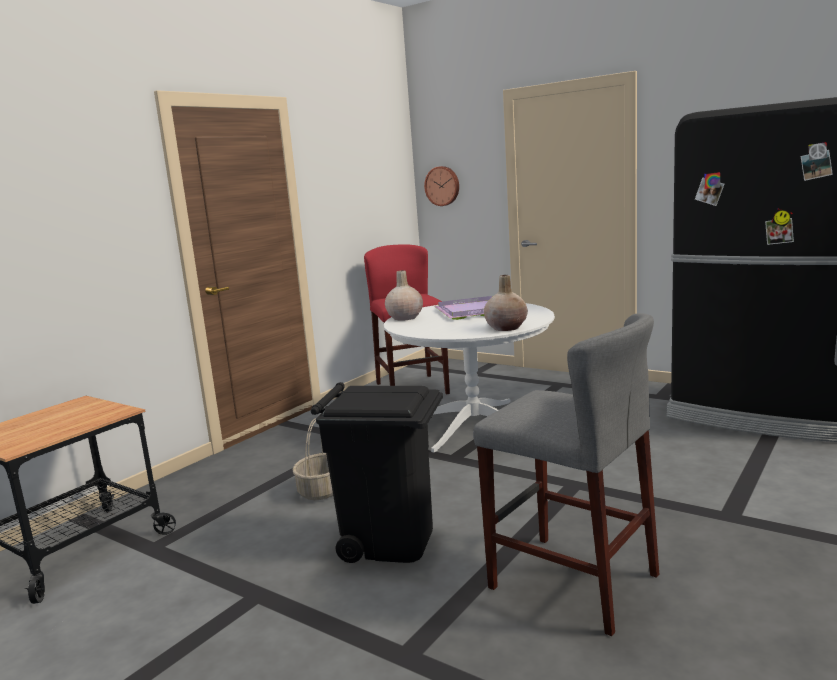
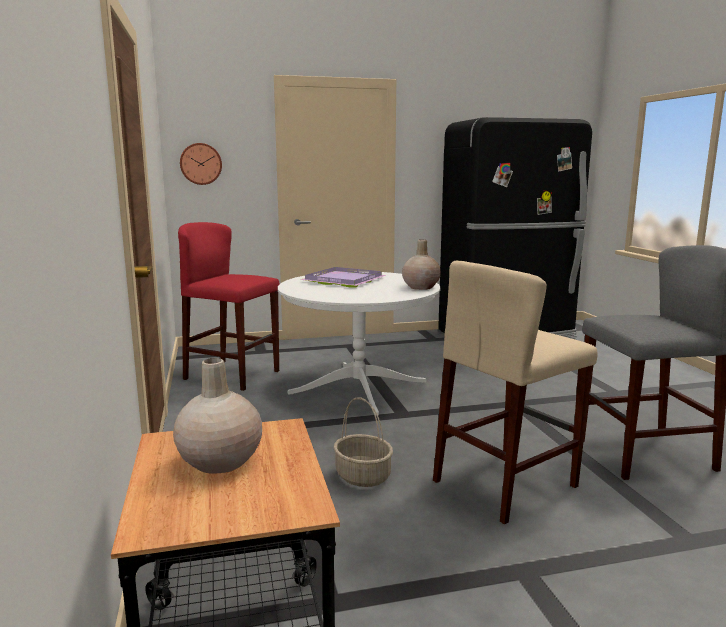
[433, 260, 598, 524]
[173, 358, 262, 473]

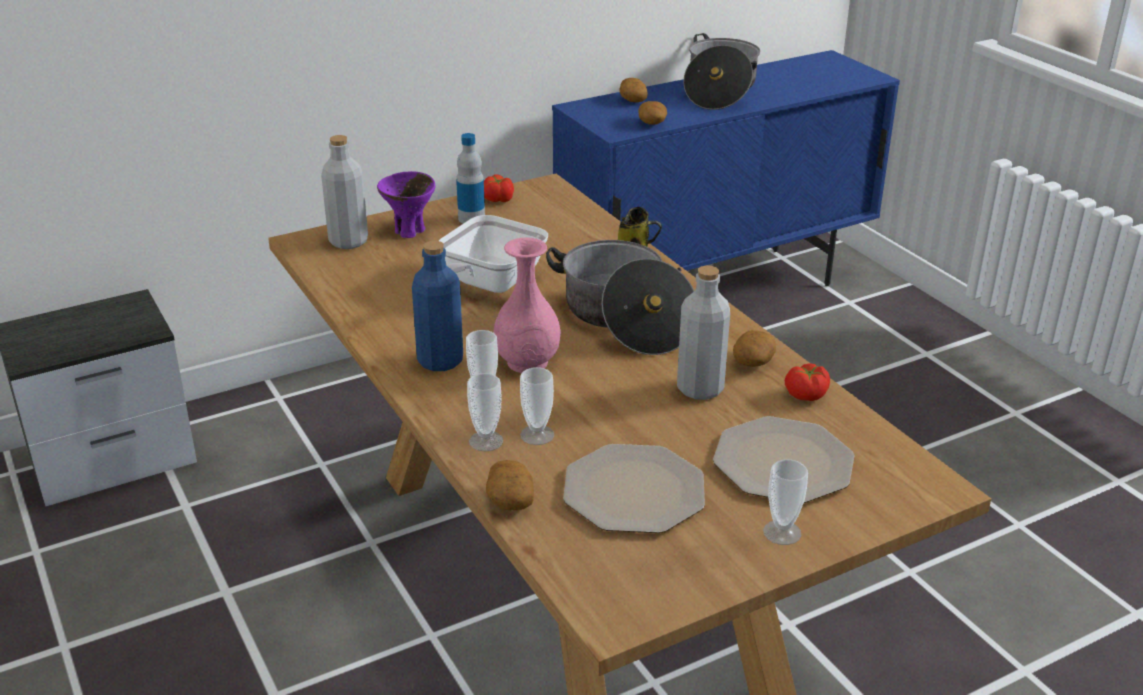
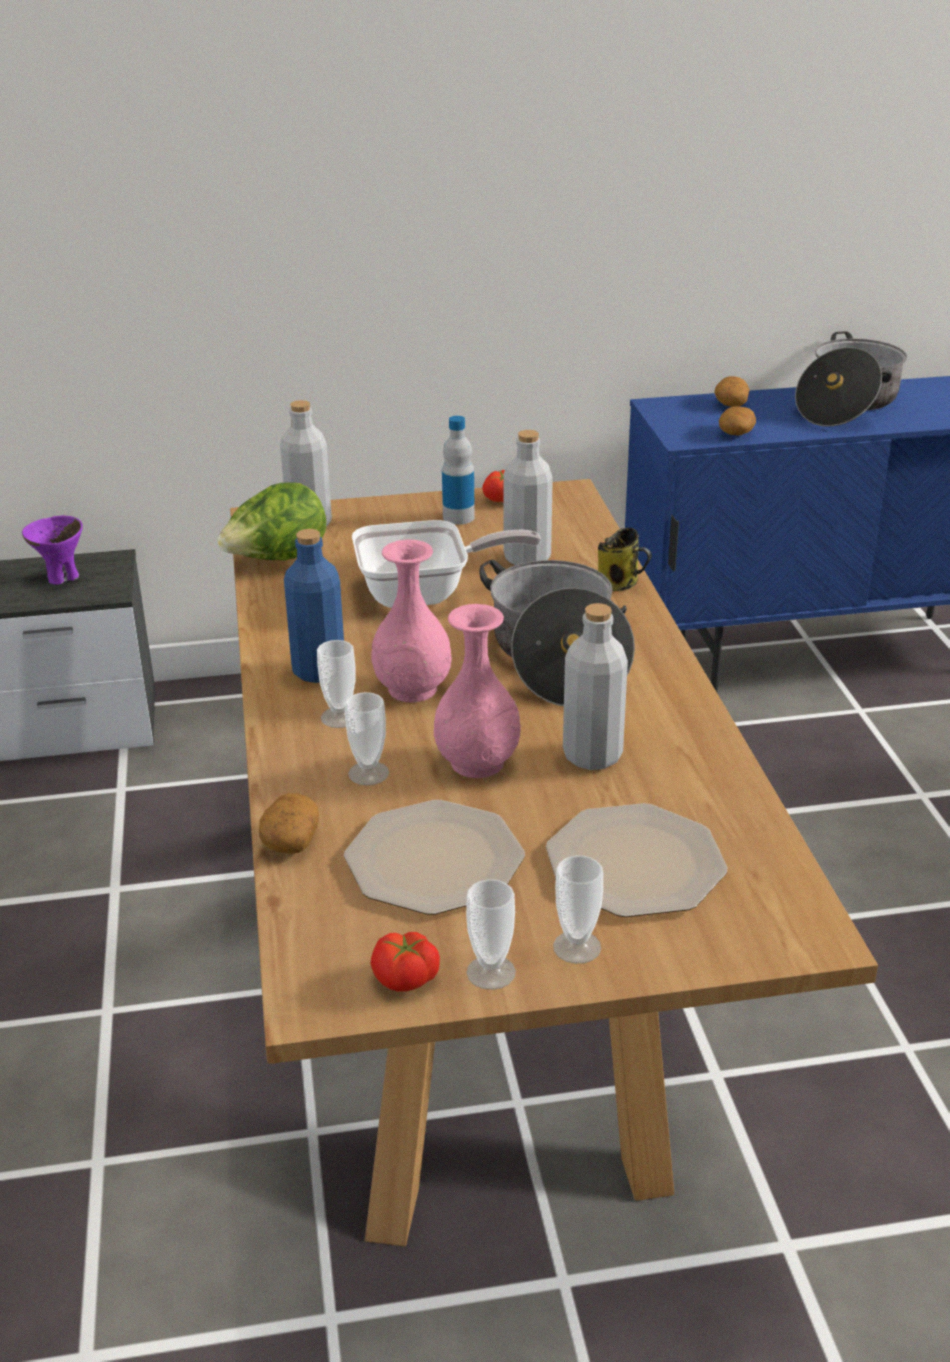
[22, 515, 83, 585]
[352, 520, 541, 608]
[466, 879, 516, 990]
[733, 330, 776, 367] (first image)
[370, 932, 440, 991]
[217, 482, 326, 560]
[434, 604, 521, 778]
[504, 430, 553, 565]

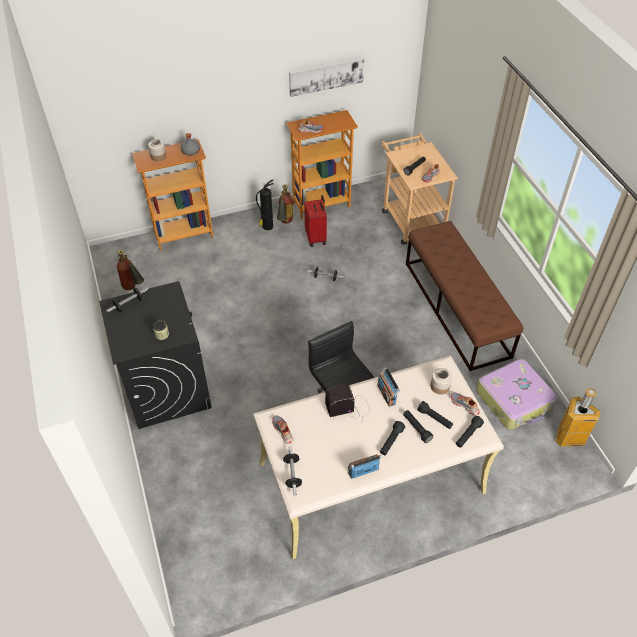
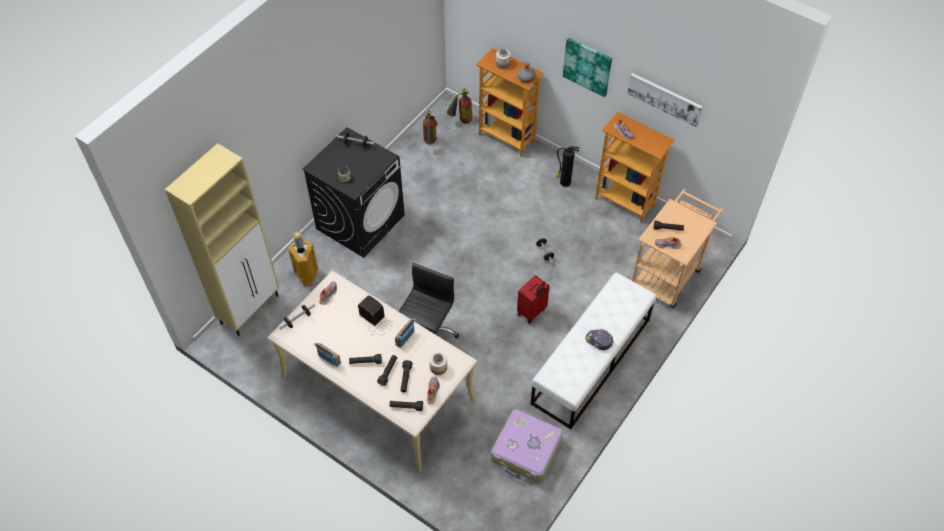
[447, 88, 472, 124]
[517, 275, 550, 324]
[531, 273, 657, 429]
[288, 232, 318, 286]
[165, 143, 279, 336]
[563, 38, 612, 97]
[585, 329, 614, 350]

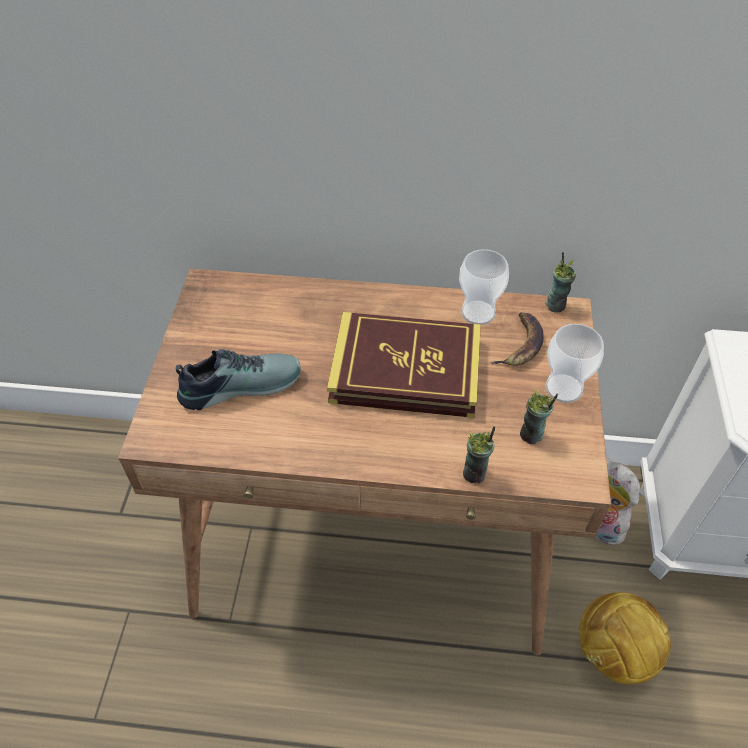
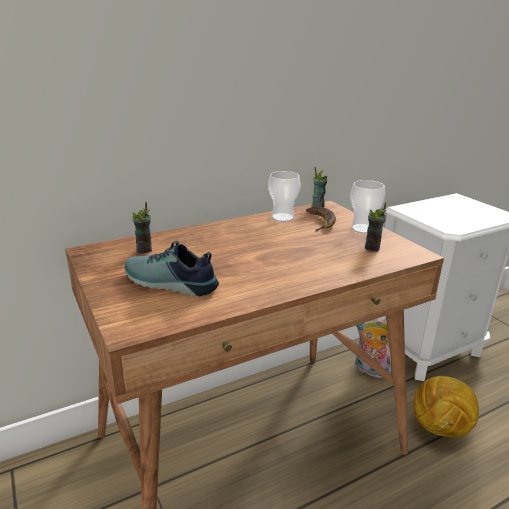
[125, 241, 219, 296]
[327, 312, 481, 418] (first image)
[132, 202, 152, 254]

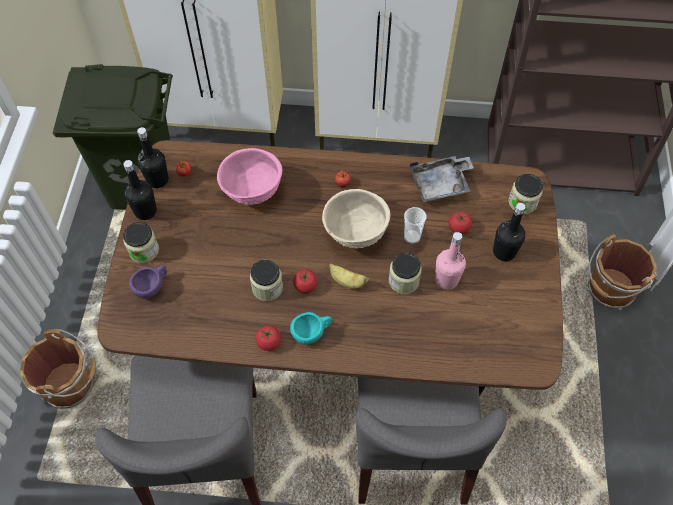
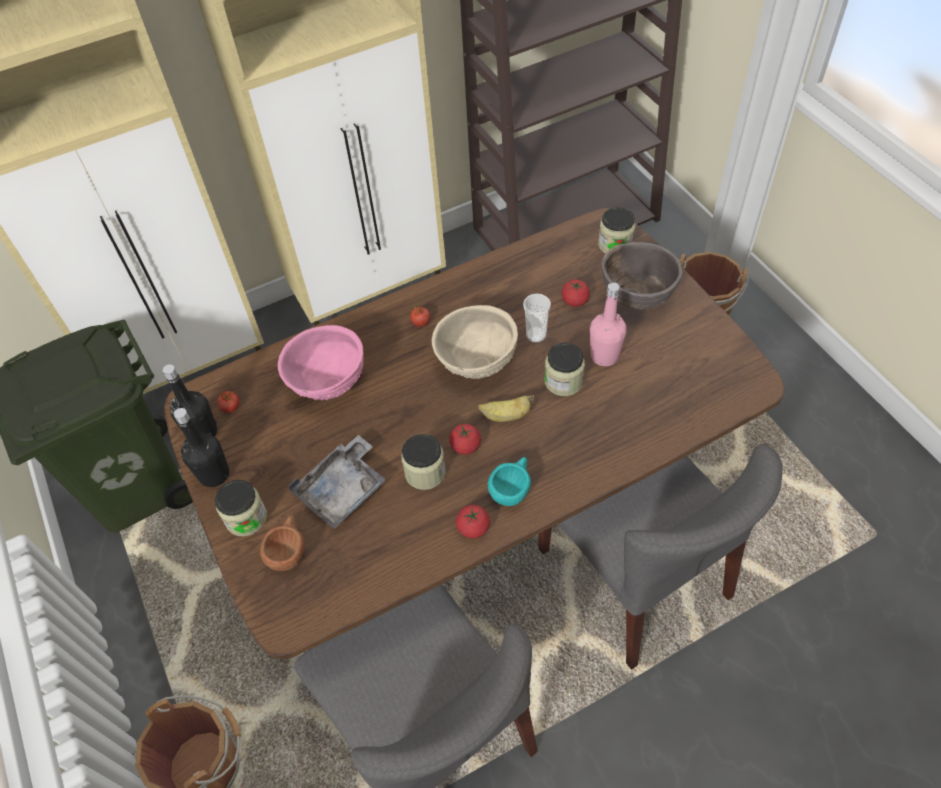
[260, 515, 304, 571]
[289, 435, 386, 529]
[602, 242, 683, 310]

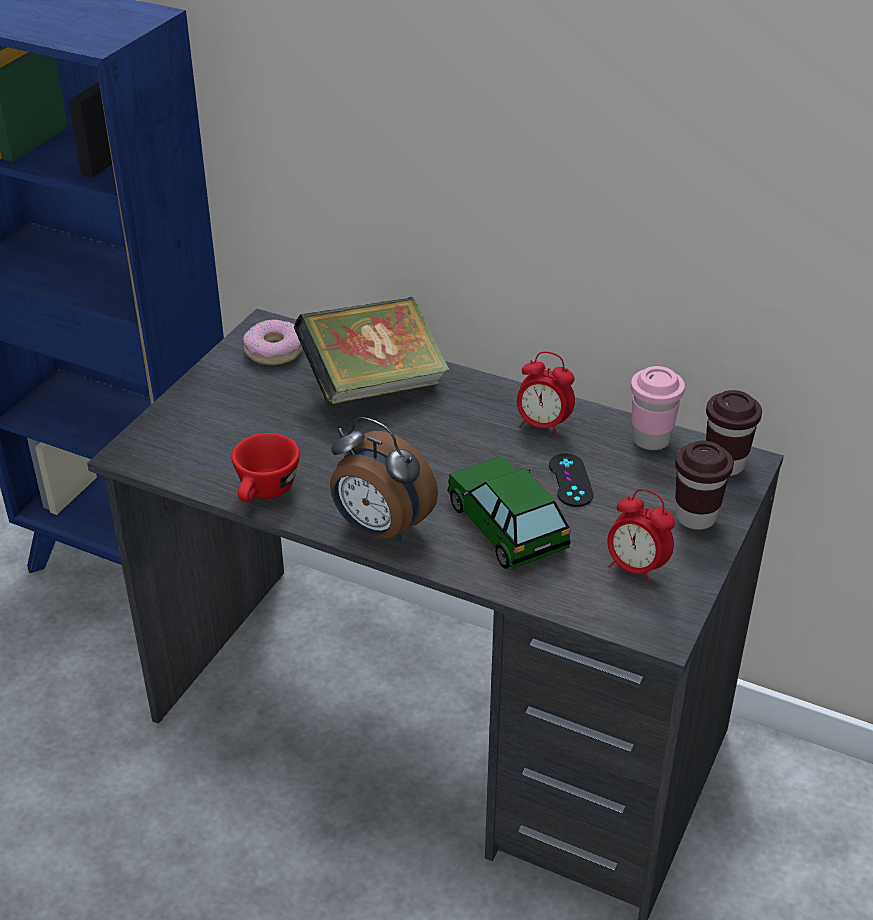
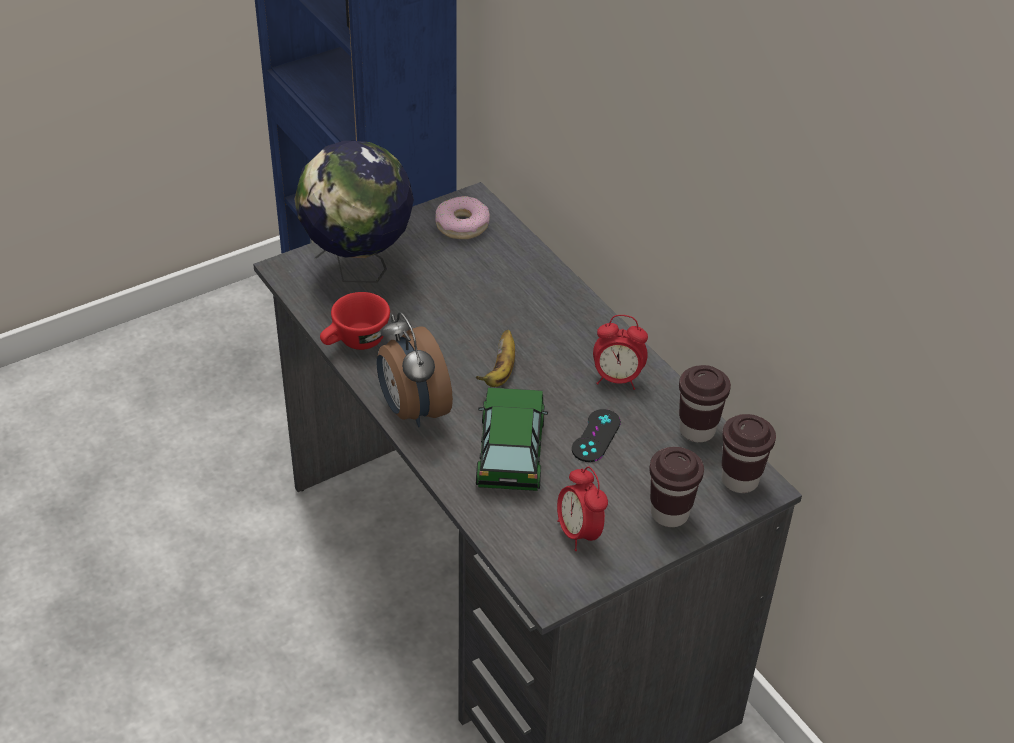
[294, 297, 449, 405] (first image)
[593, 315, 648, 390]
[679, 365, 731, 443]
[294, 141, 414, 283]
[476, 330, 515, 387]

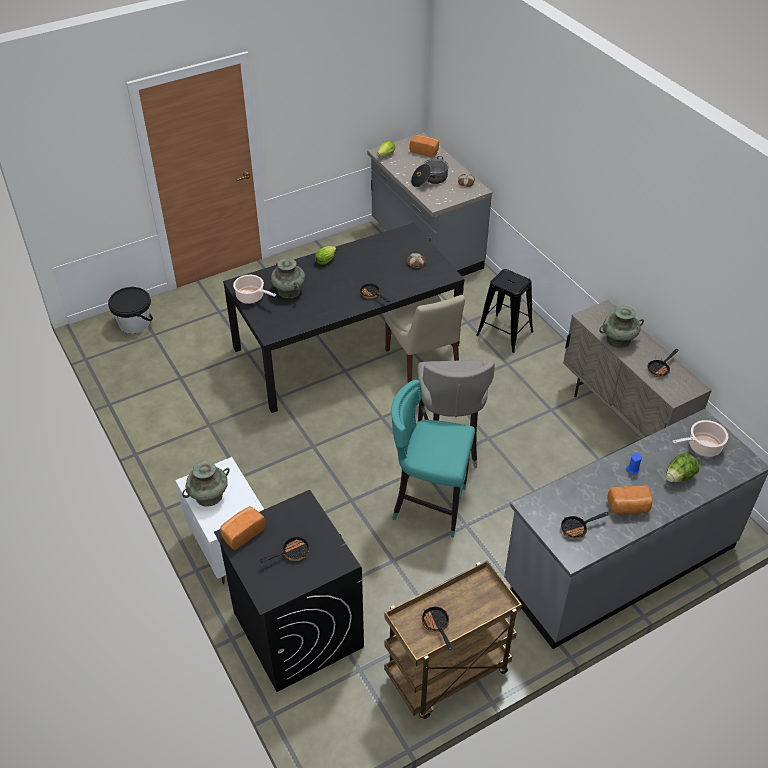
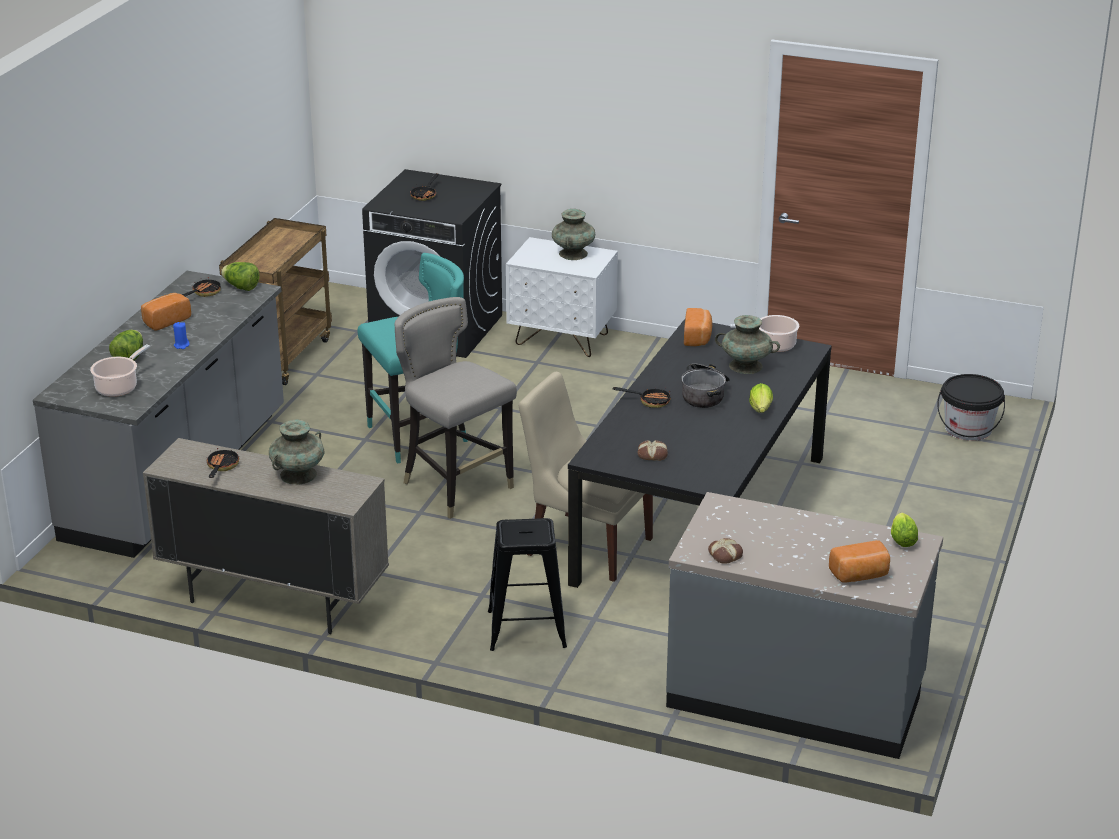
[684, 308, 712, 346]
[681, 363, 730, 408]
[422, 607, 452, 650] (first image)
[221, 262, 260, 291]

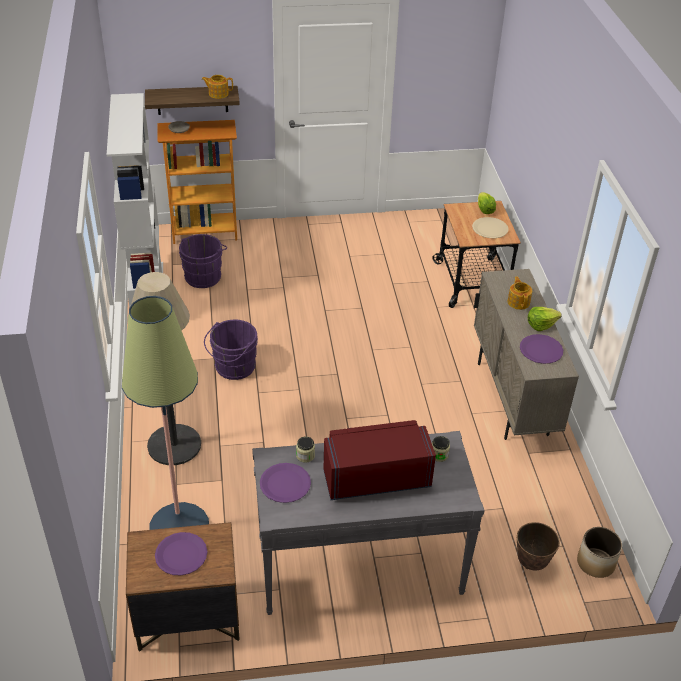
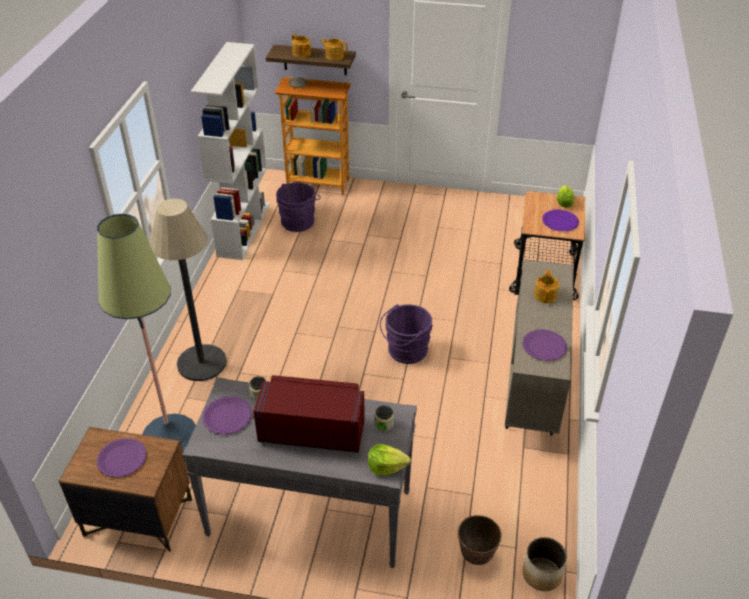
[380, 304, 433, 364]
[542, 210, 579, 231]
[368, 444, 411, 476]
[292, 34, 311, 58]

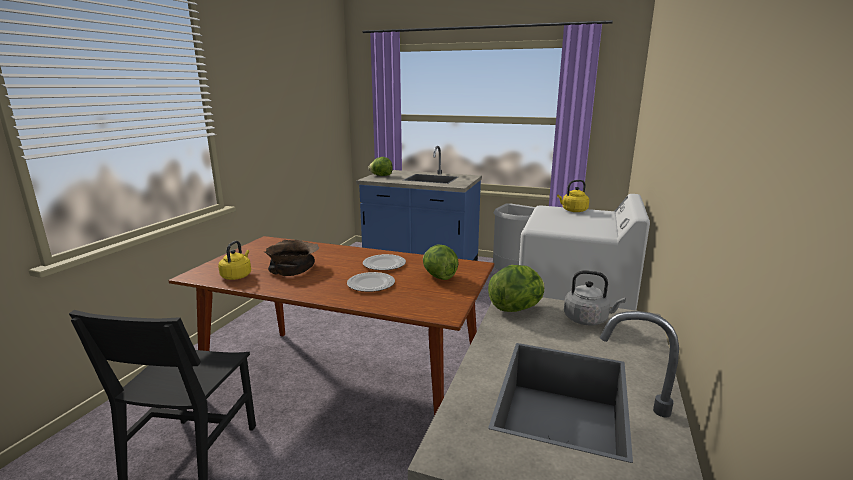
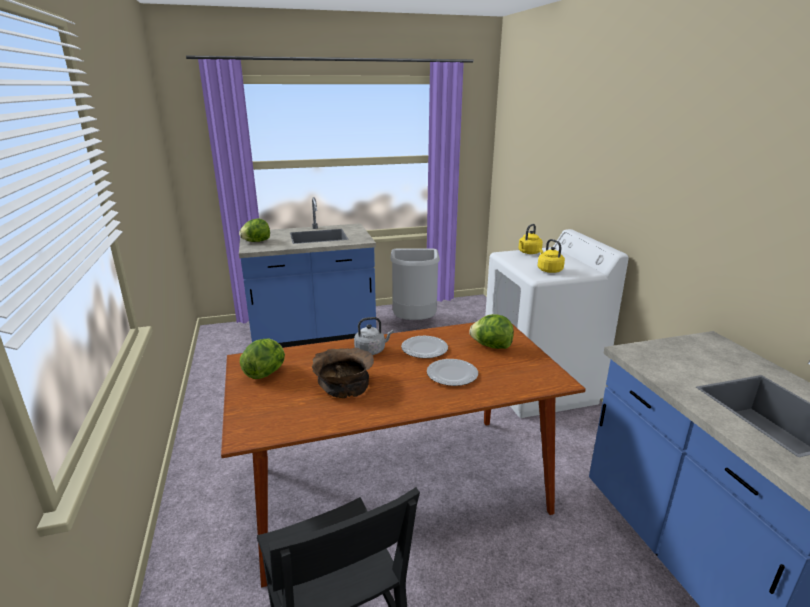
[537, 239, 565, 273]
[240, 339, 285, 379]
[354, 317, 394, 355]

